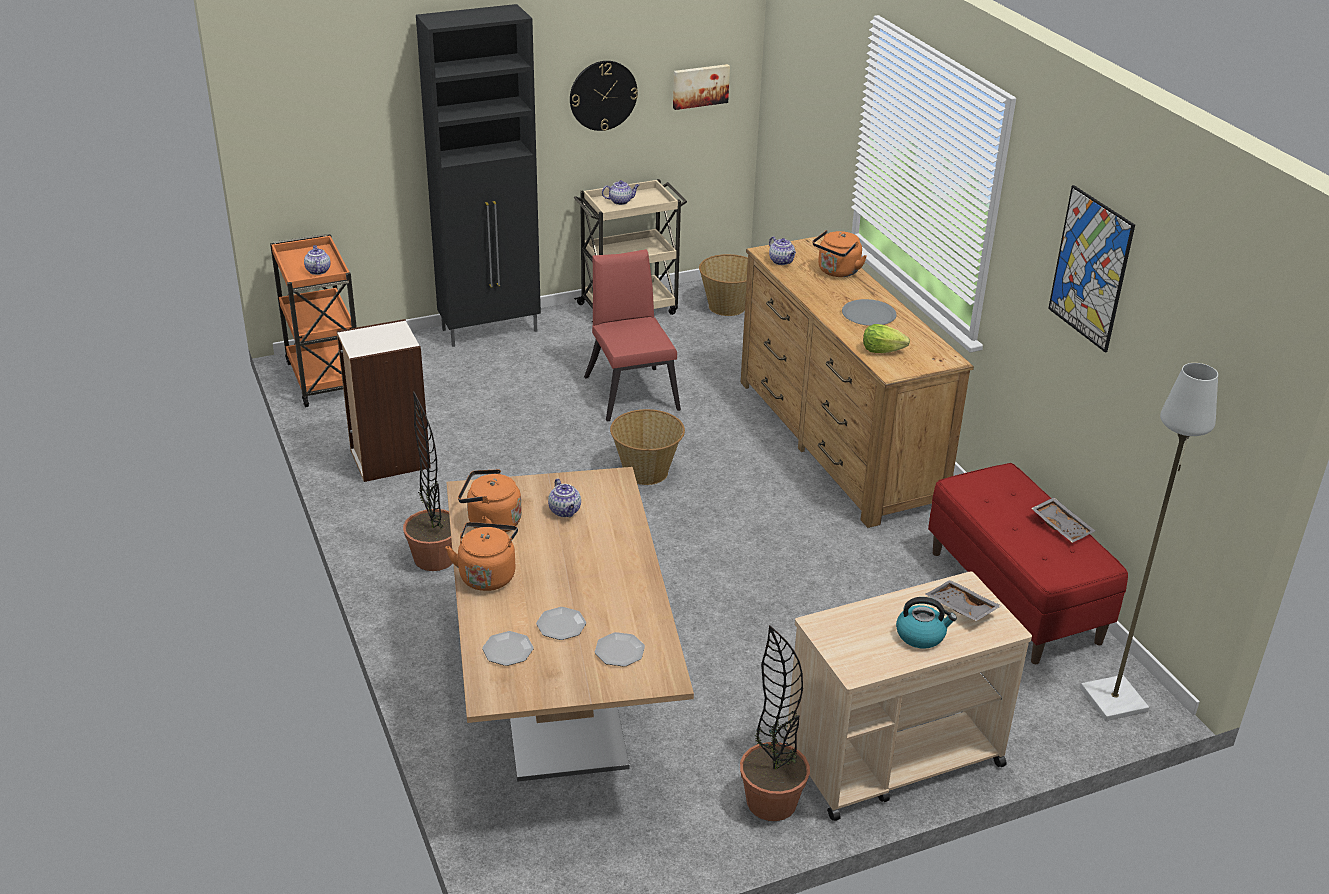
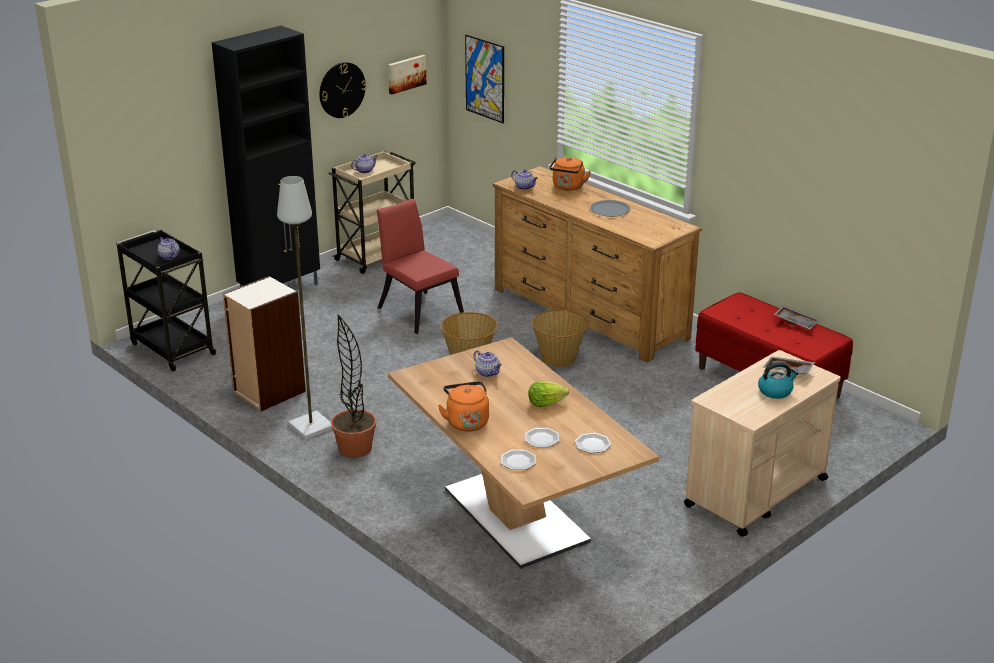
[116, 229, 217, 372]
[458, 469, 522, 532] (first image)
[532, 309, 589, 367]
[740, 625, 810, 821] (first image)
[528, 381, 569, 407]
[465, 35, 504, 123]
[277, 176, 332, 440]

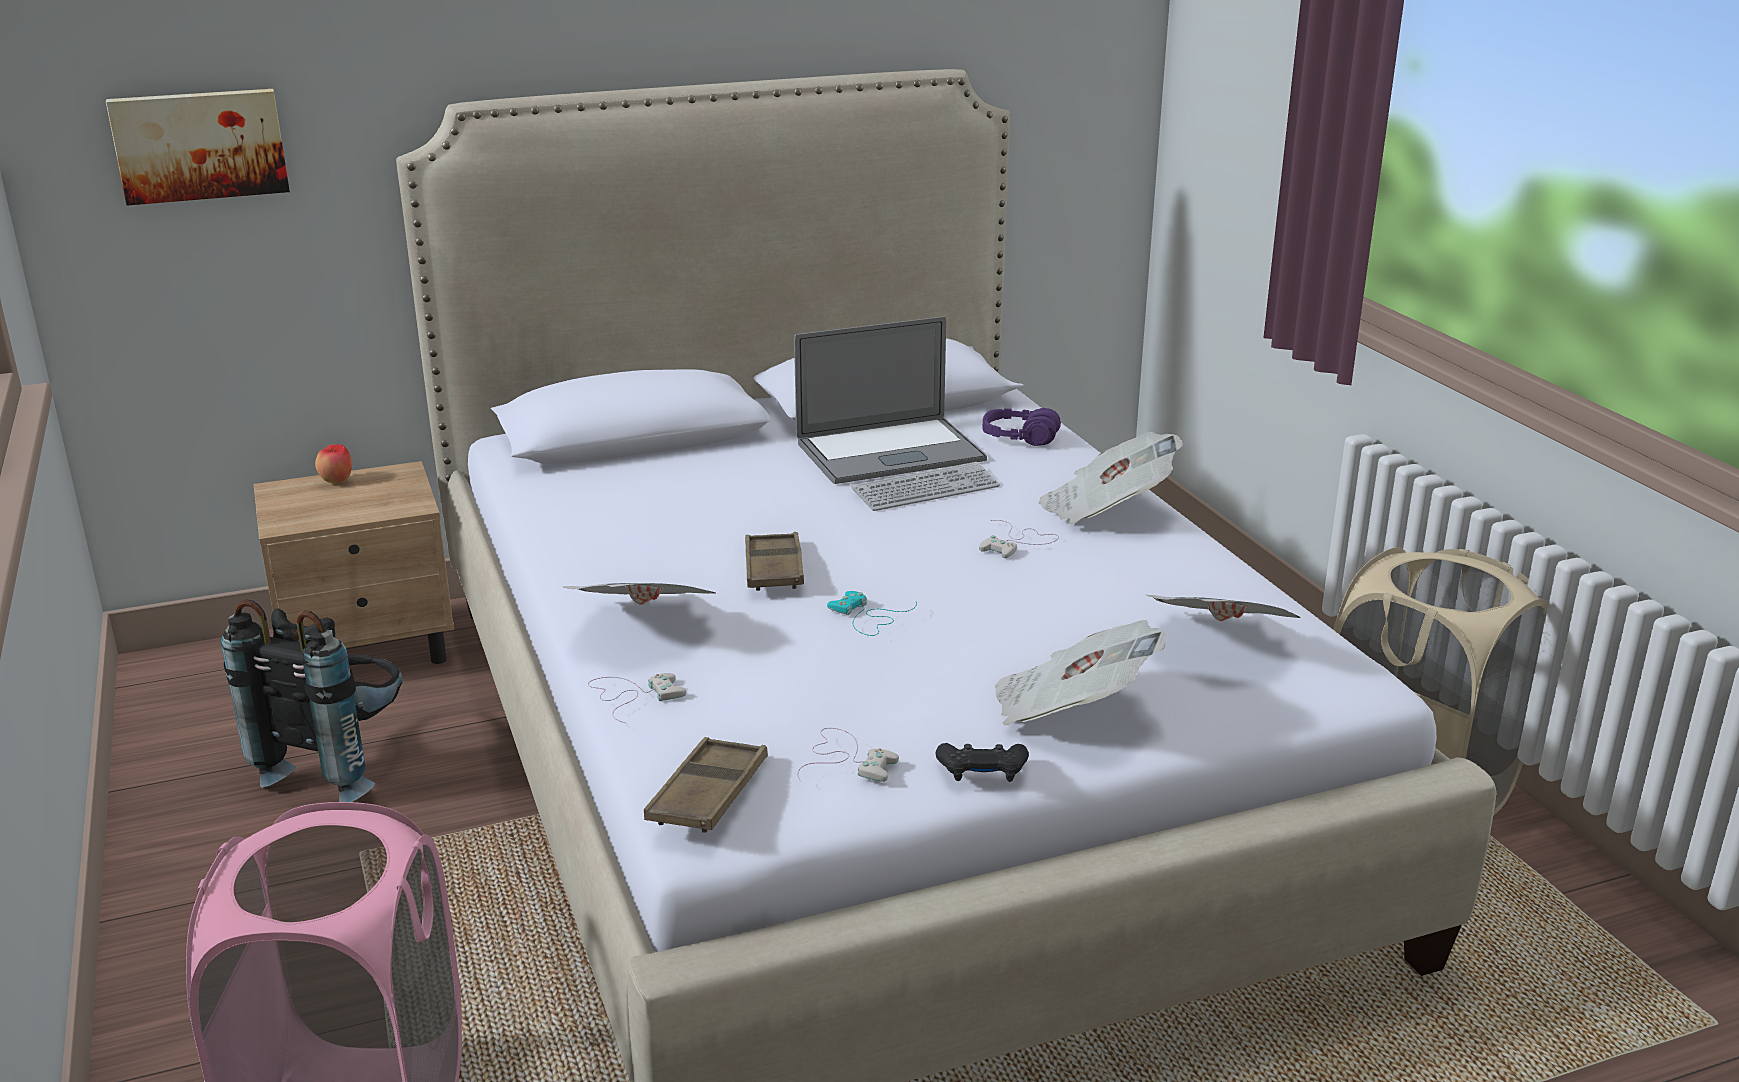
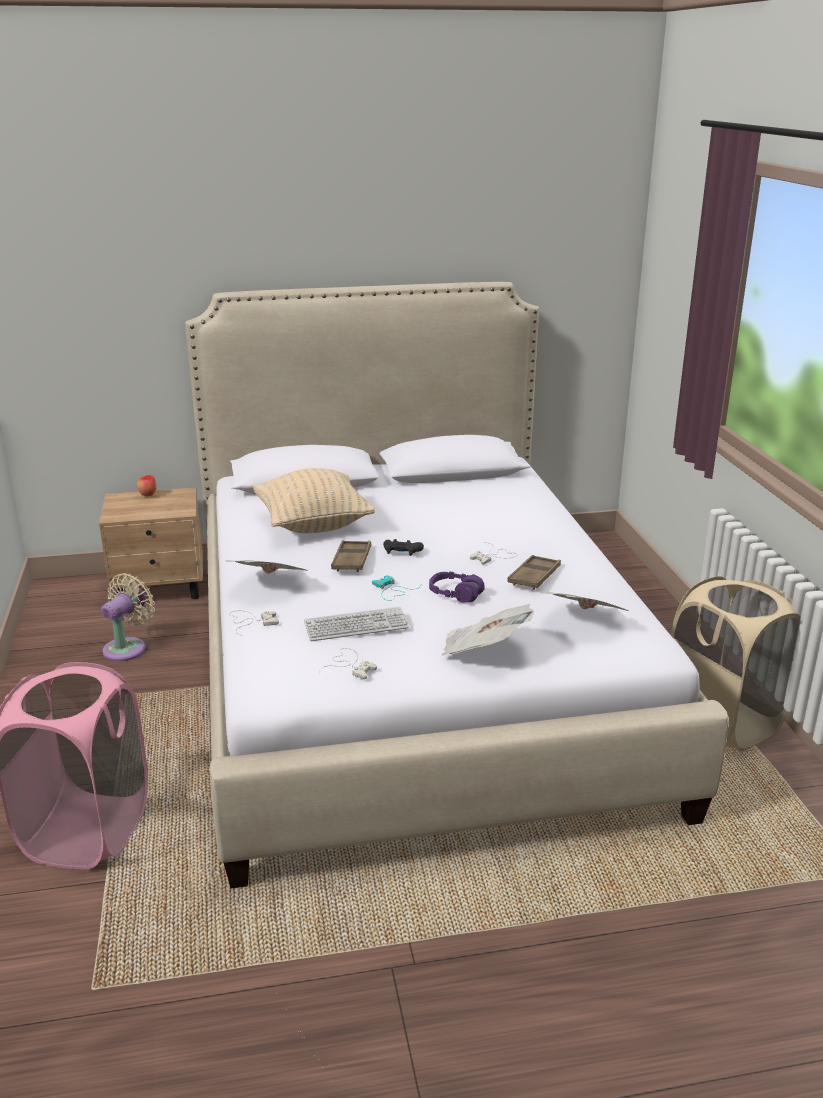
[106, 89, 290, 206] (first image)
[101, 573, 155, 662]
[508, 555, 561, 590]
[794, 316, 987, 484] (first image)
[304, 607, 409, 641]
[383, 539, 424, 556]
[429, 572, 485, 603]
[1039, 432, 1183, 524] (first image)
[253, 468, 375, 533]

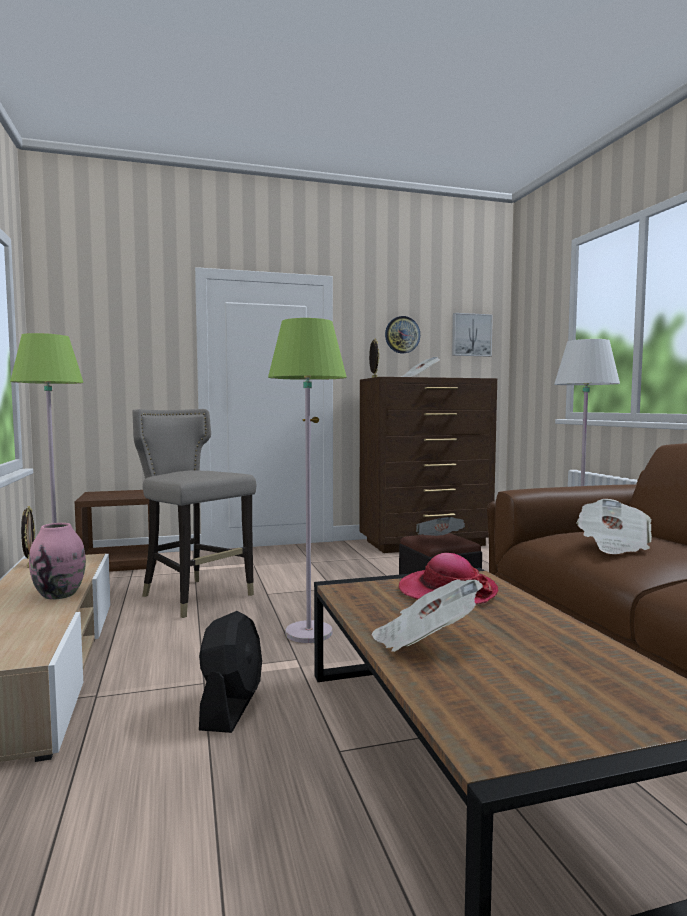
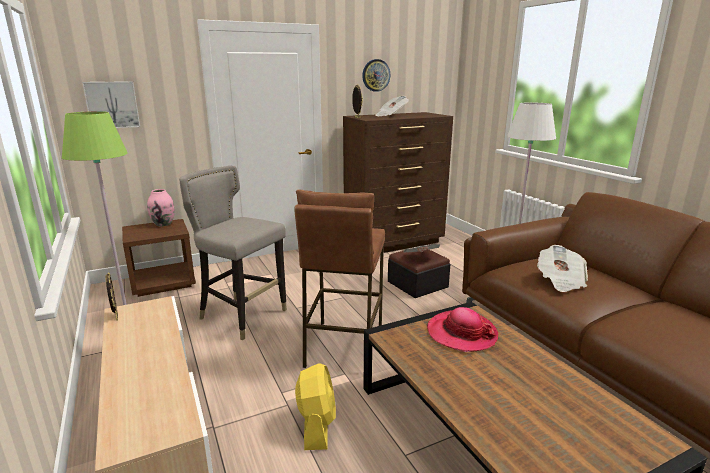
[147, 189, 175, 226]
[295, 363, 336, 450]
[294, 190, 385, 368]
[372, 580, 483, 652] (first image)
[82, 81, 140, 128]

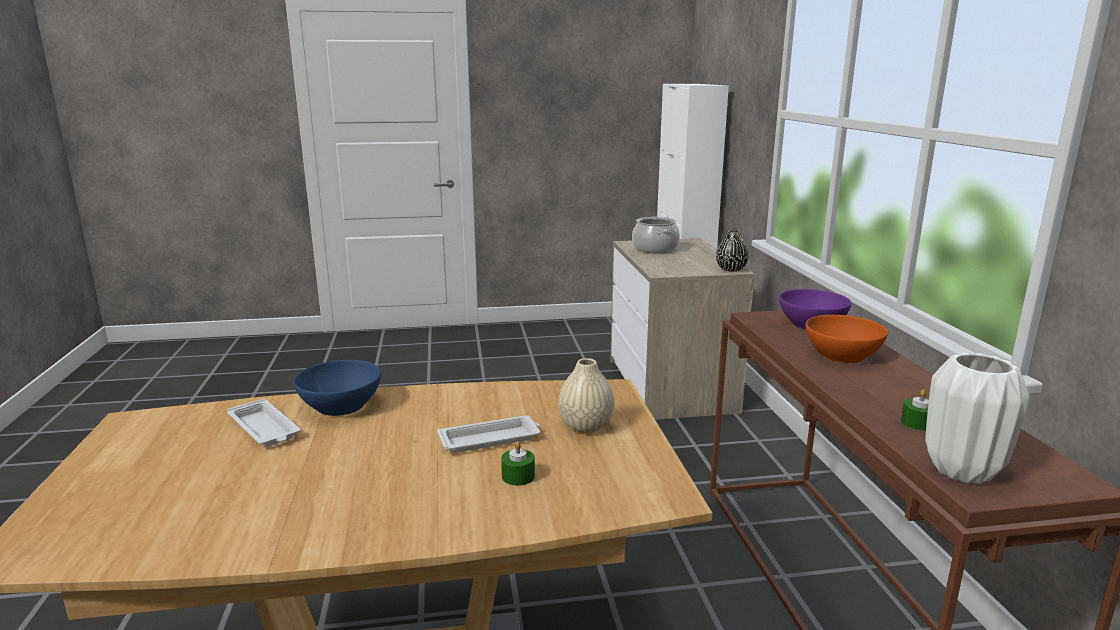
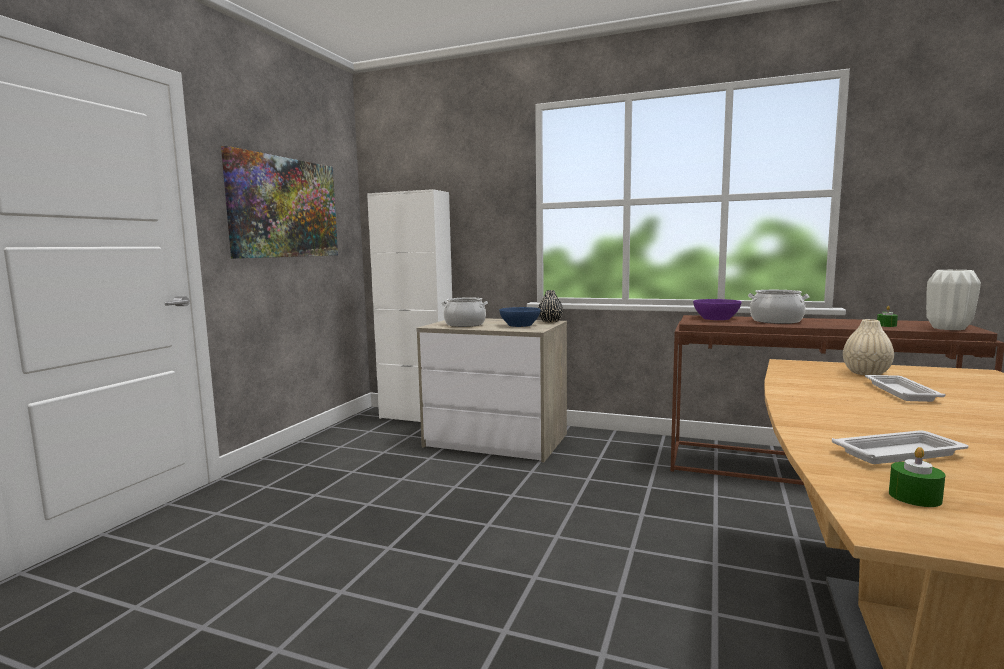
[499, 307, 541, 327]
[889, 447, 945, 507]
[748, 290, 809, 324]
[221, 146, 338, 258]

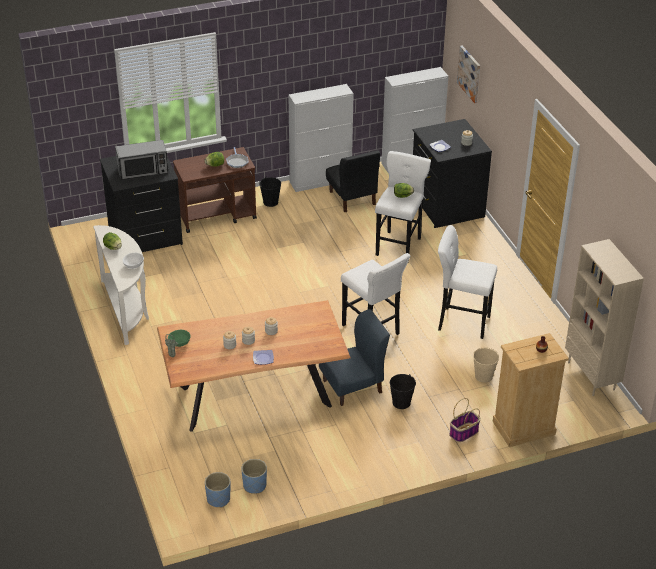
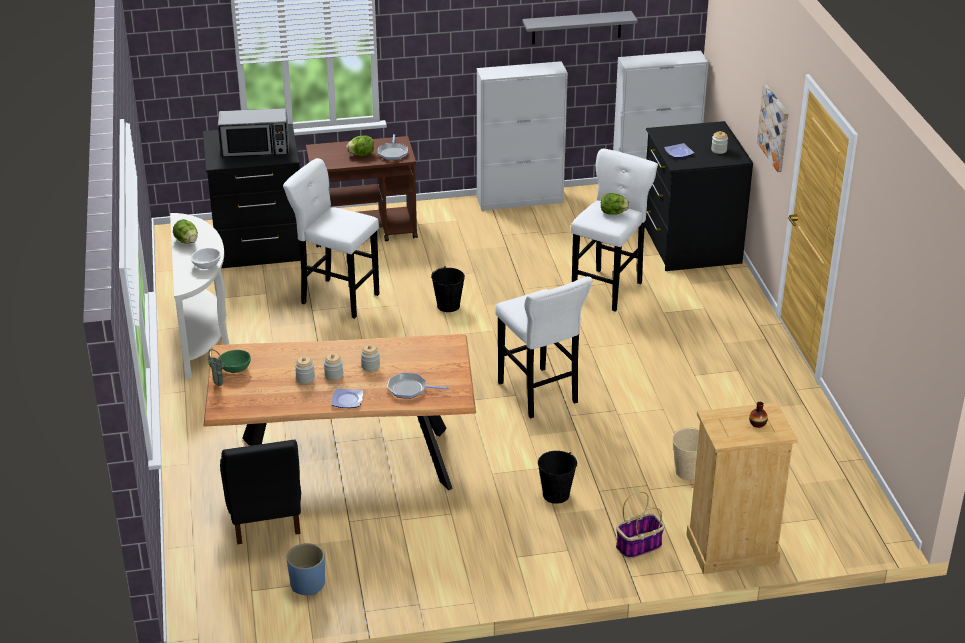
[205, 472, 230, 508] (first image)
[431, 266, 465, 312]
[319, 309, 390, 406] (first image)
[220, 439, 301, 545]
[283, 158, 379, 319]
[757, 85, 789, 172]
[565, 239, 644, 396] (first image)
[387, 373, 450, 399]
[522, 11, 638, 44]

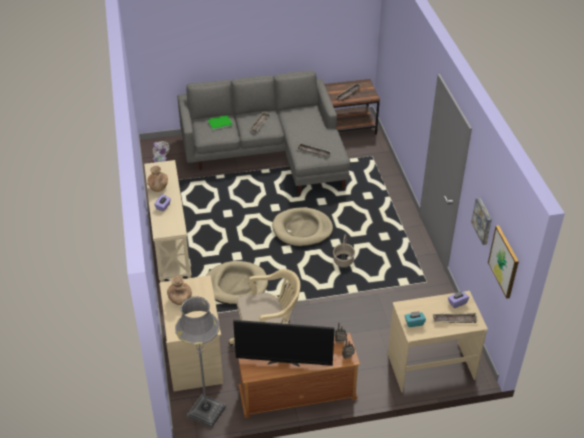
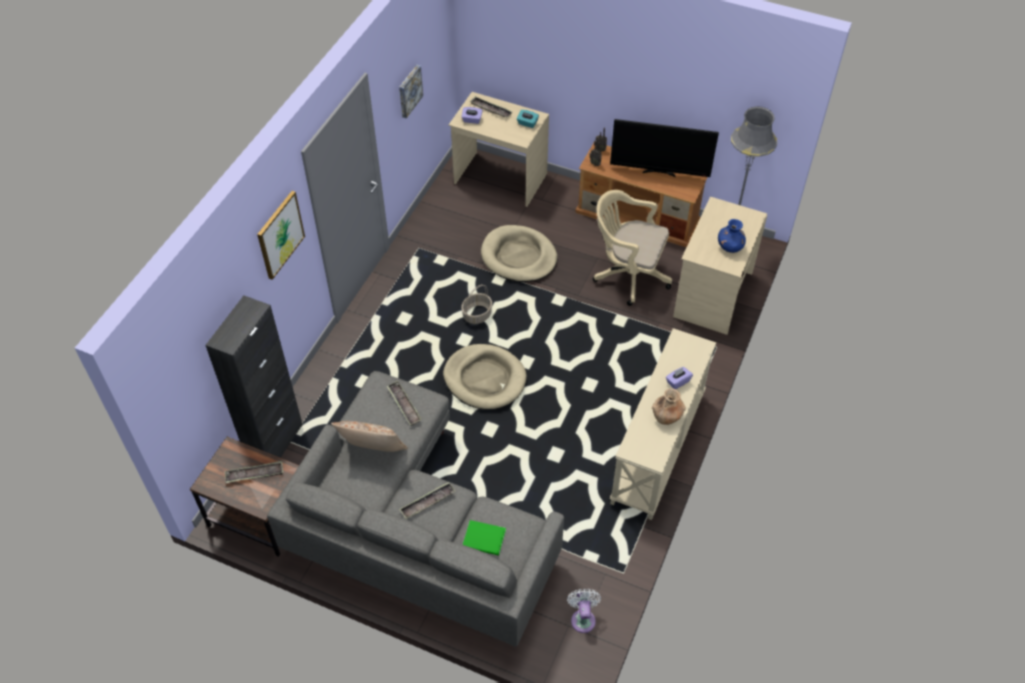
[718, 219, 746, 253]
[481, 225, 557, 282]
[610, 119, 719, 177]
[257, 191, 305, 280]
[205, 295, 303, 458]
[331, 421, 408, 452]

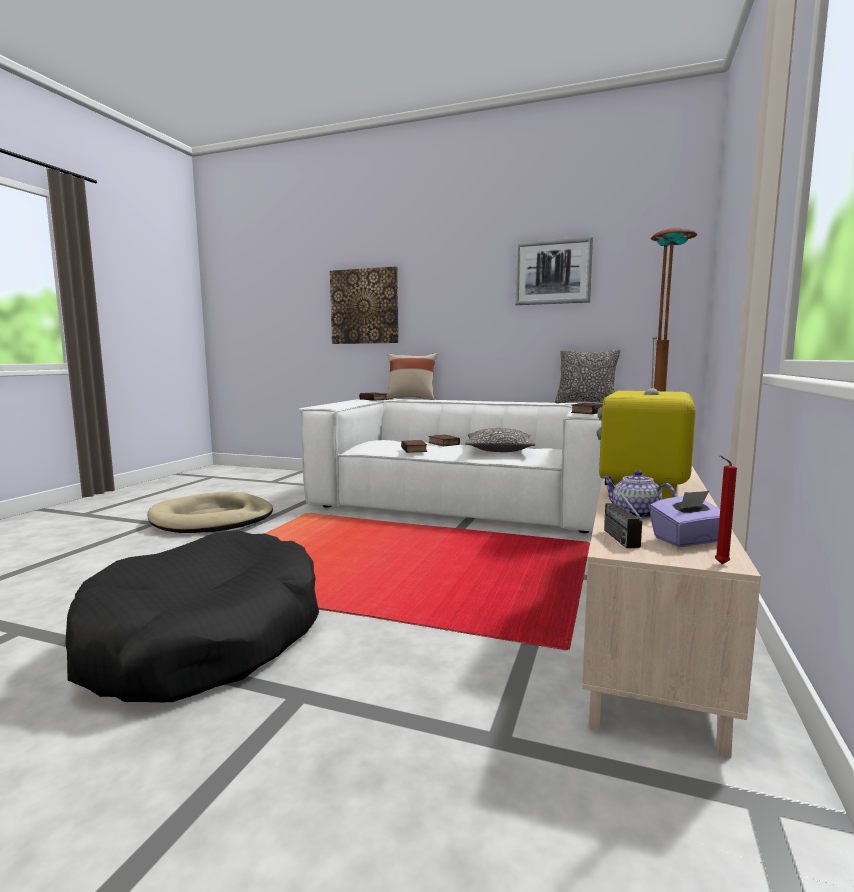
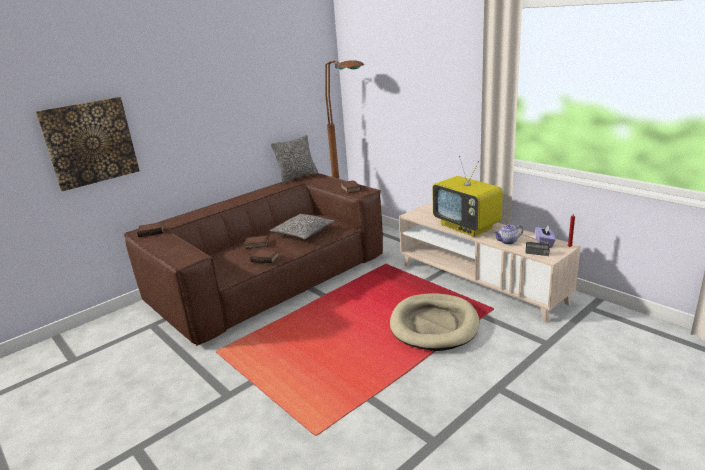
[65, 530, 319, 702] (first image)
[390, 294, 479, 351]
[124, 173, 383, 346]
[386, 353, 437, 400] (first image)
[515, 237, 593, 305] (first image)

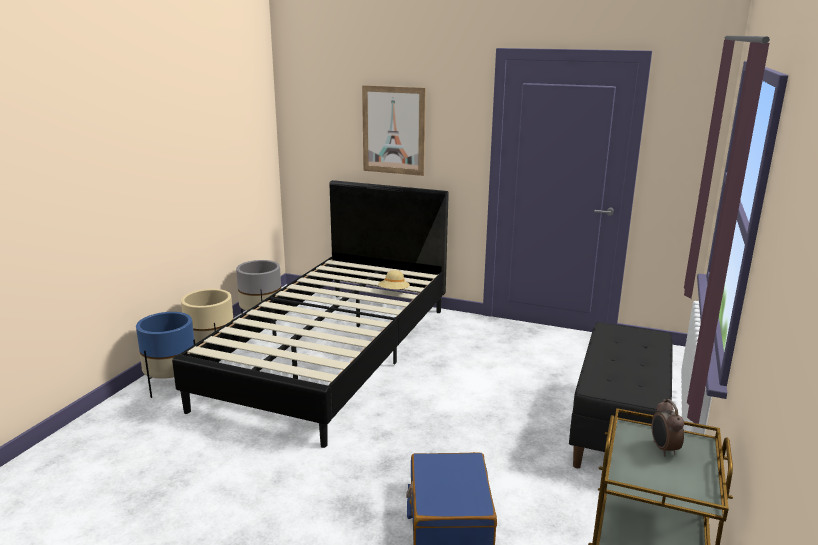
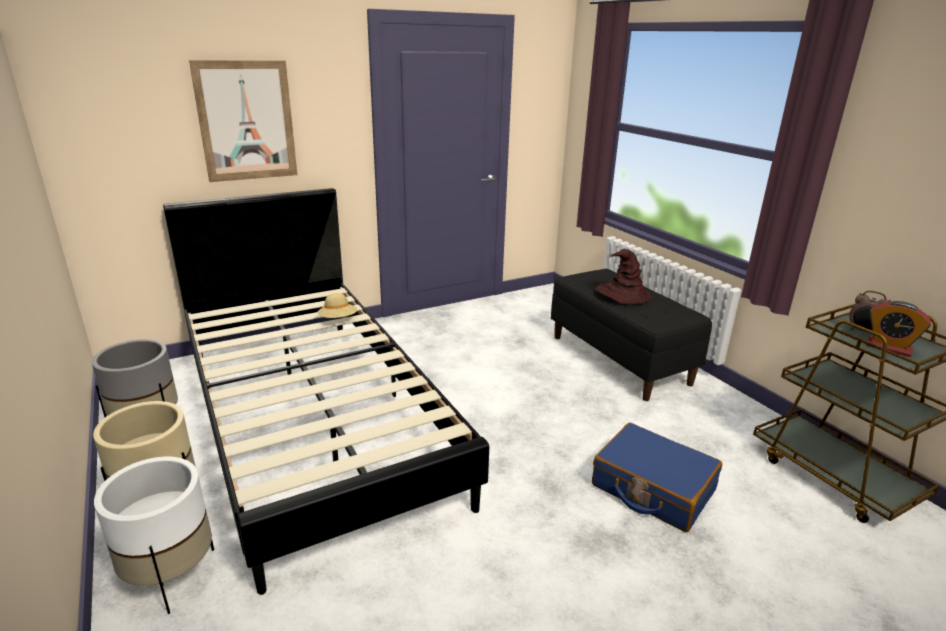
[94, 457, 214, 614]
[595, 249, 652, 304]
[866, 301, 931, 357]

